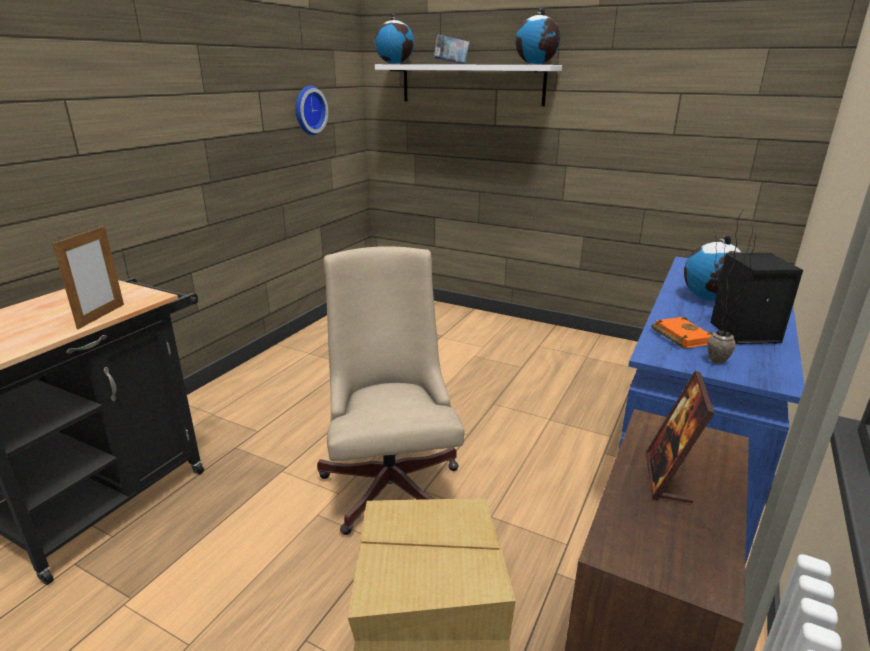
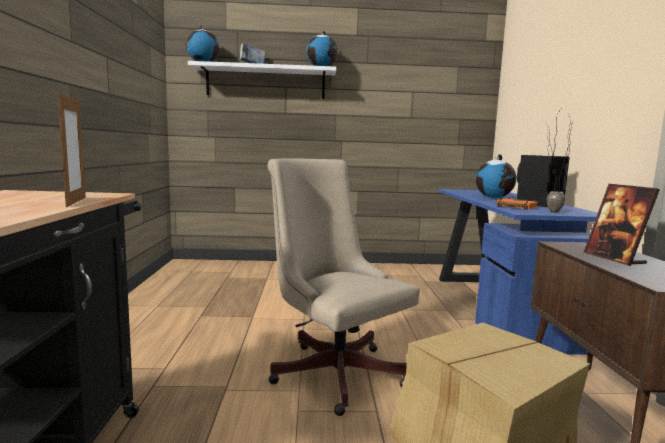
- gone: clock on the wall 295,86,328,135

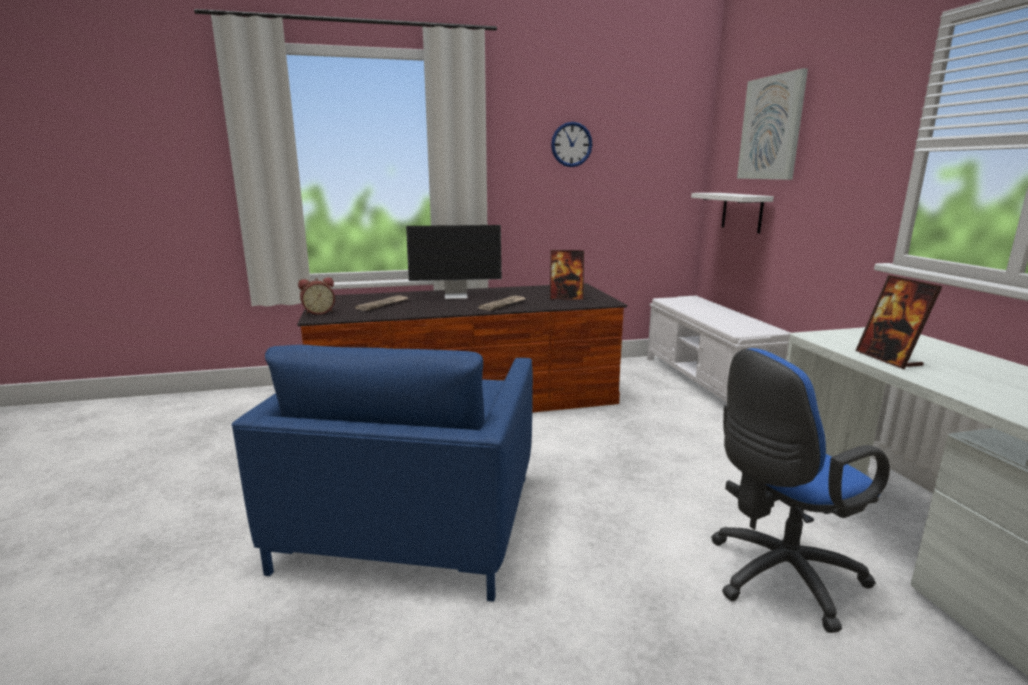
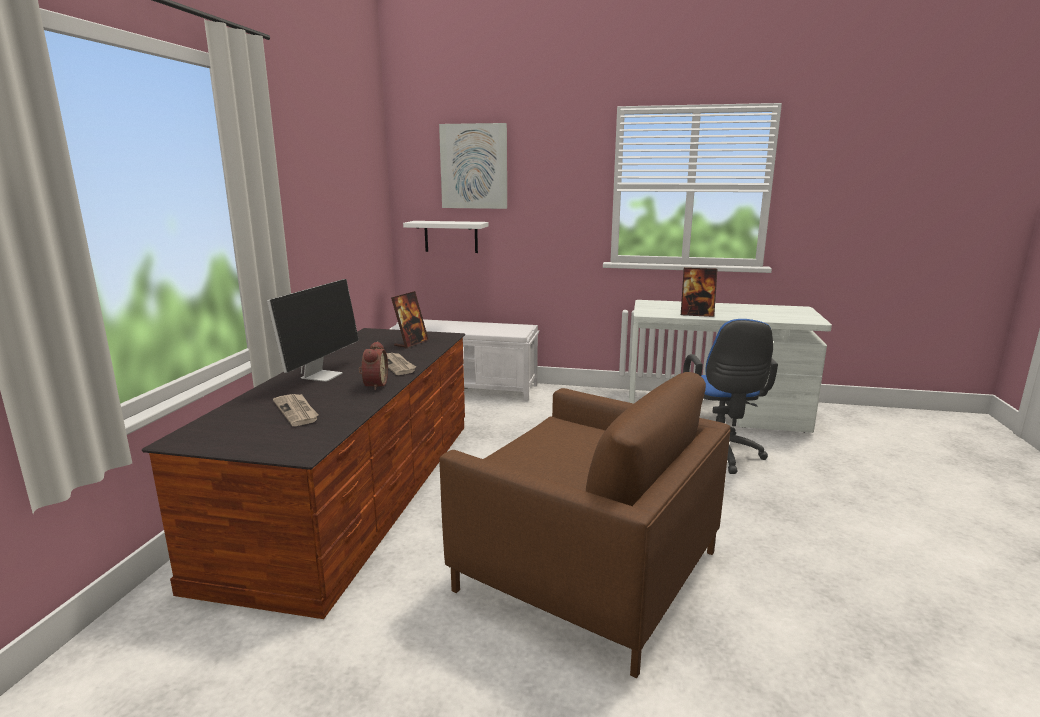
- repainted: armchair (blue-coloured) 232,345,533,602 to armchair (brown) 439,372,731,678
- shifted: table clock 298,277,335,315 to 359,341,388,390
- gone: clock on the wall 551,122,592,167

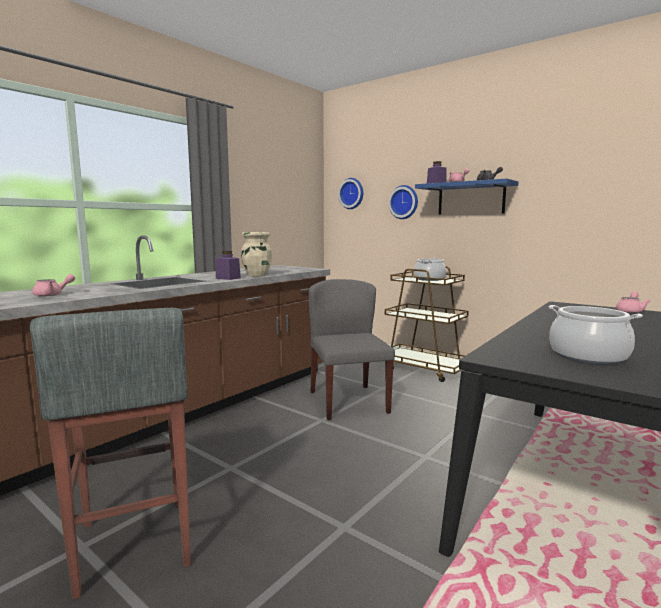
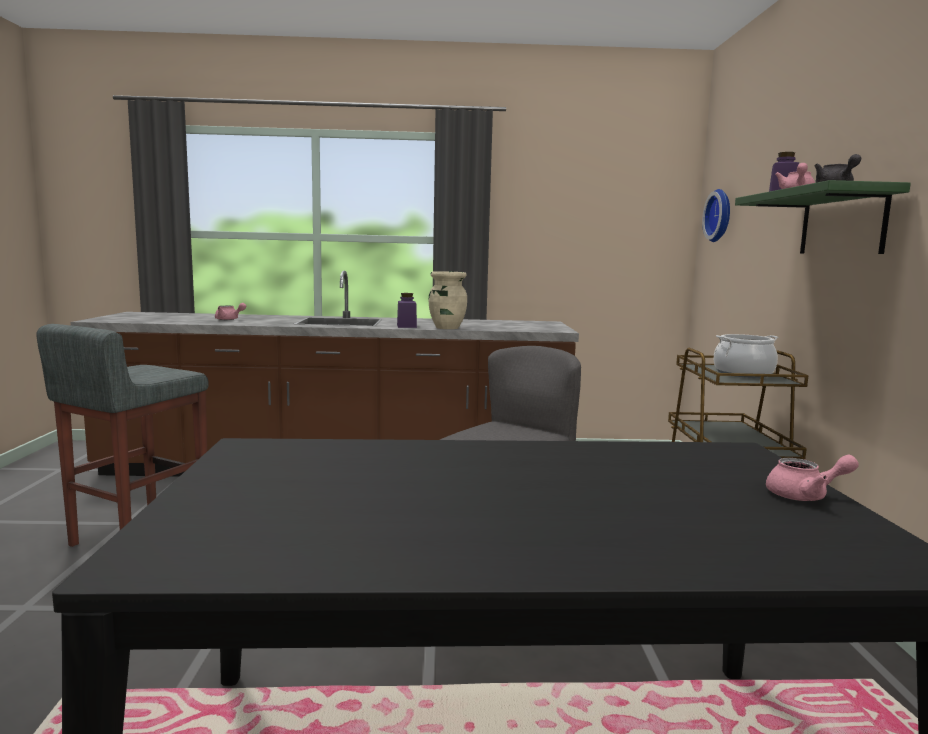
- gone: clock on the wall 388,185,418,219
- repainted: shelf (blue-coloured) 415,178,519,215 to shelf (greenish) 735,180,911,254
- gone: cooking pot 549,305,643,365

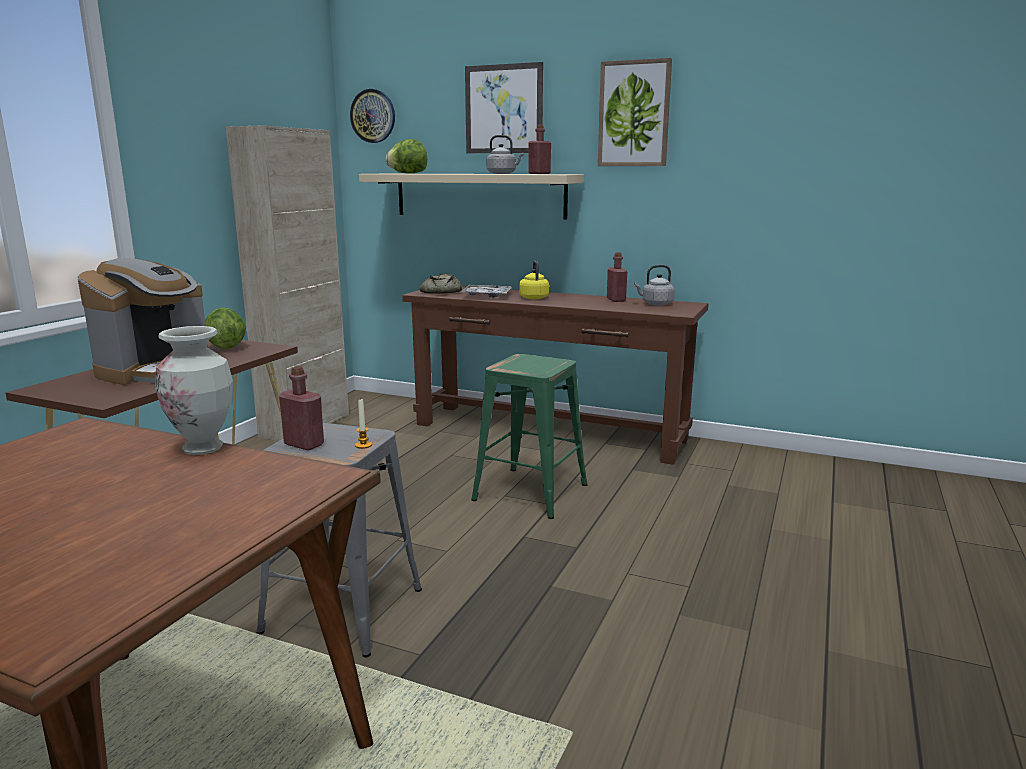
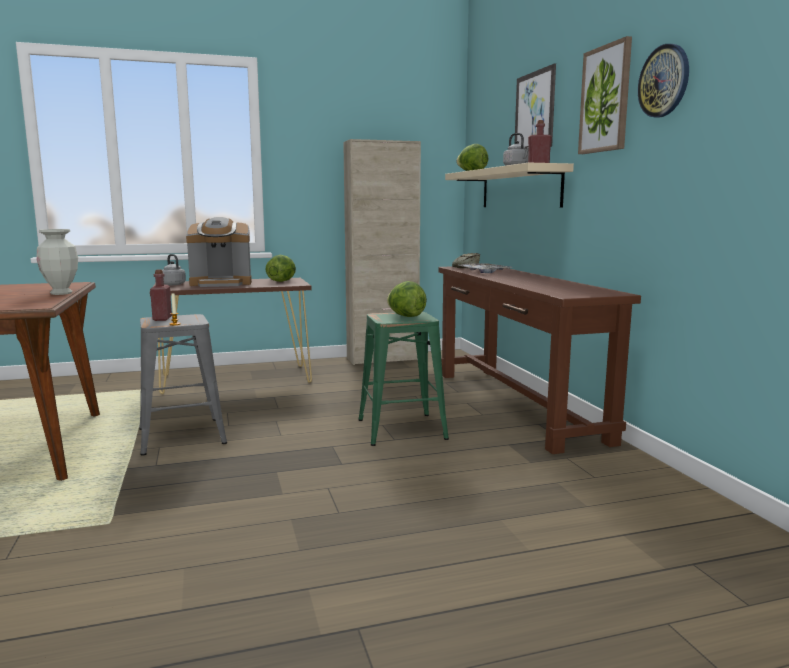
- shifted: clock on the wall 350,89,395,143 to 638,44,689,118
- gone: water kettle (yellow-coloured) 519,261,549,299
- gone: drink bottle (red) 607,252,627,302
- shifted: water kettle (greyish) 634,265,675,306 to 162,254,186,285
- new: head of lettuce 387,281,427,317

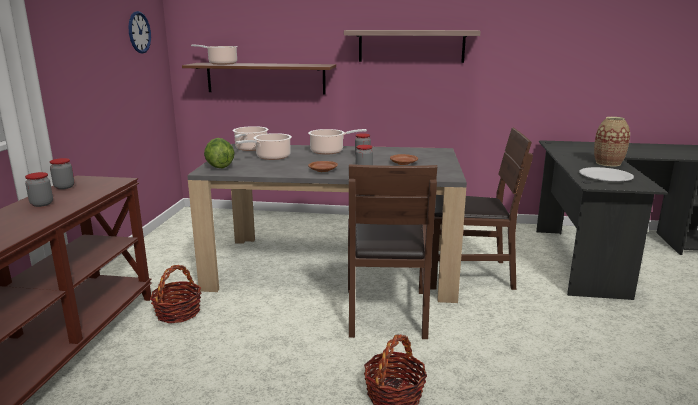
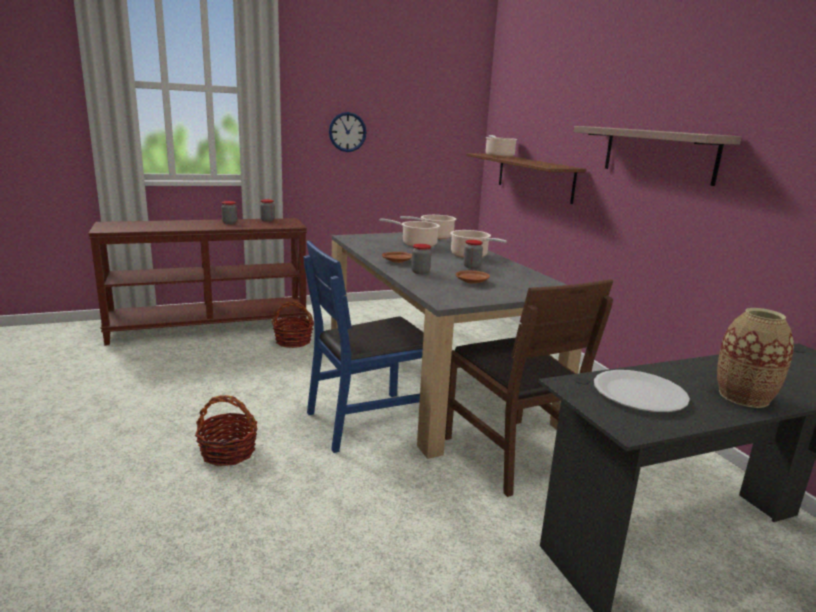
- shifted: clock on the wall 129,11,151,54 to 329,112,366,152
- gone: head of lettuce 204,138,235,169
- repainted: upright chair (brown) 348,164,437,339 to upright chair (blue-coloured) 304,241,424,453

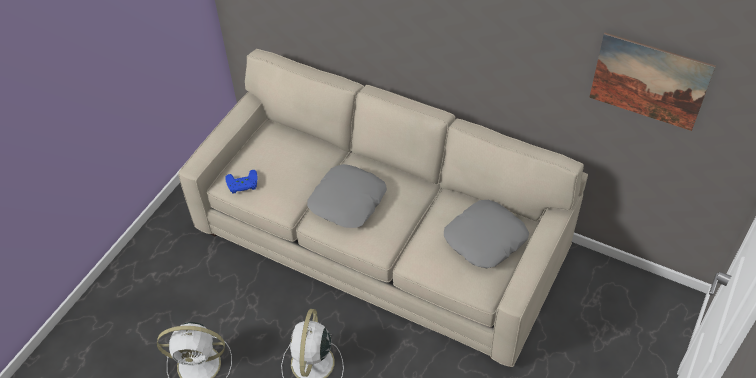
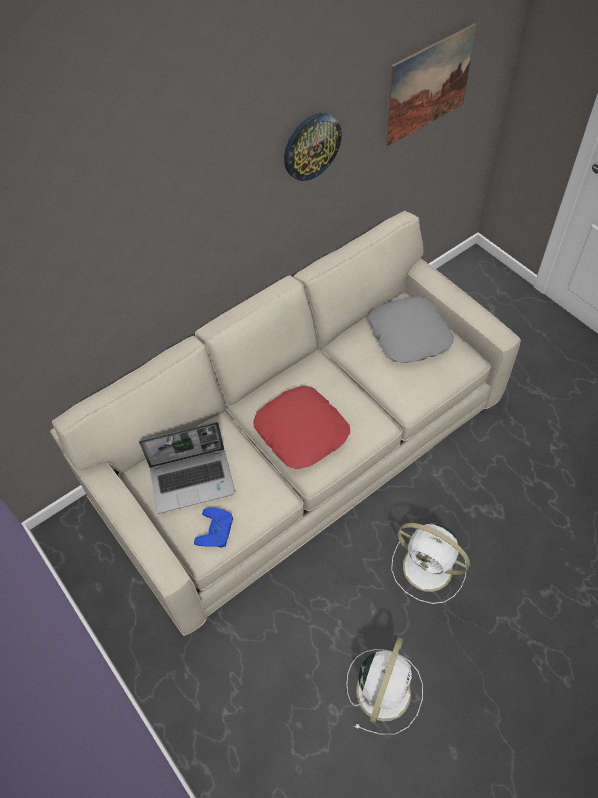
- repainted: throw pillow (greyish) 307,164,387,228 to throw pillow (red) 253,386,350,469
- new: notebook computer 139,422,235,513
- new: clock on the wall 284,113,342,181

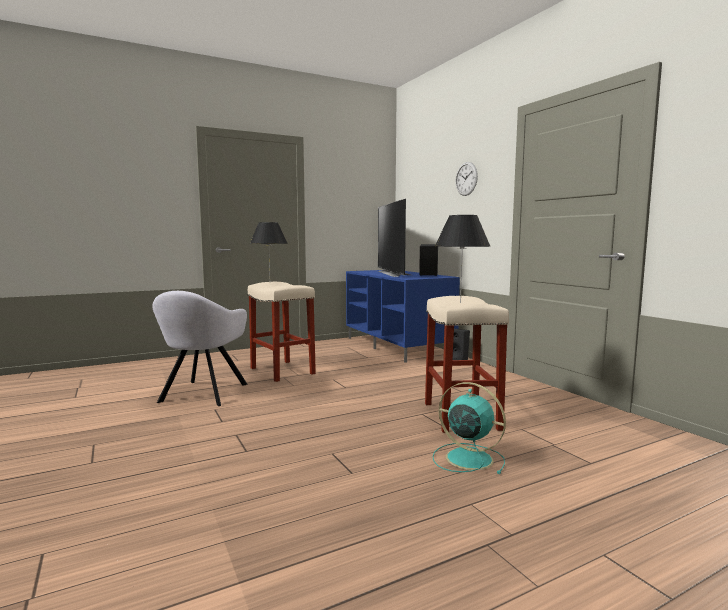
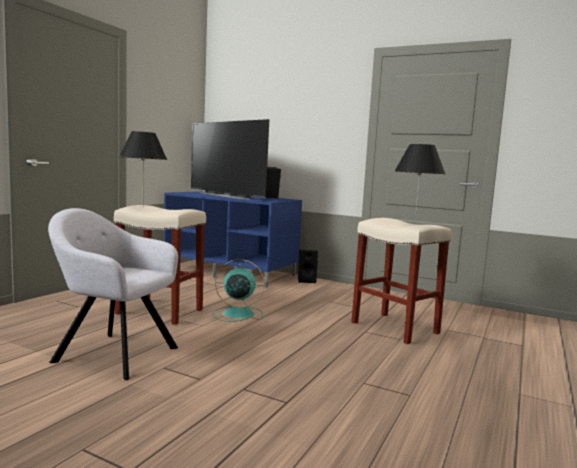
- rotated: armchair (greyish) 153,291,247,406 = 48,208,178,380 135 degrees clockwise
- shifted: fan (turquoise-coloured) 433,382,506,474 to 213,259,265,322
- gone: clock on the wall 456,162,478,196

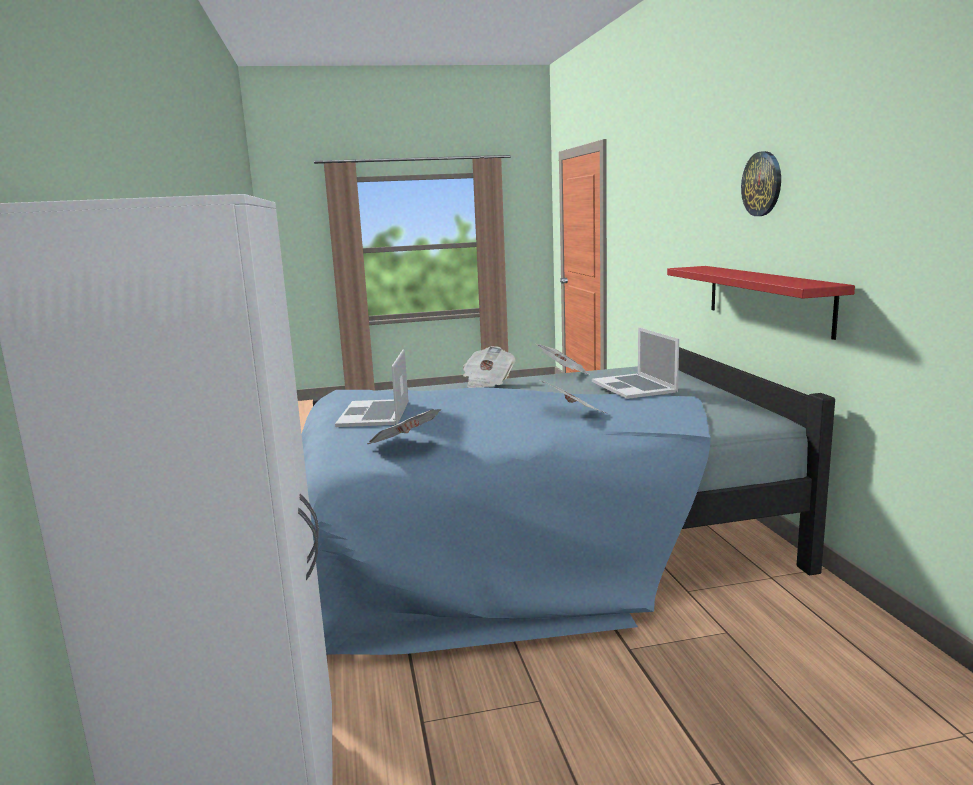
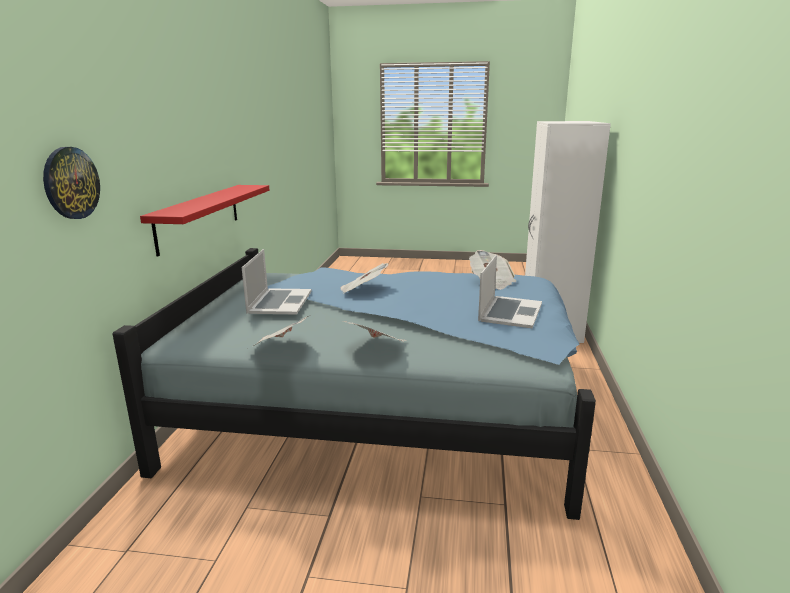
- shifted: clock on the wall 741,151,781,216 to 43,147,100,219

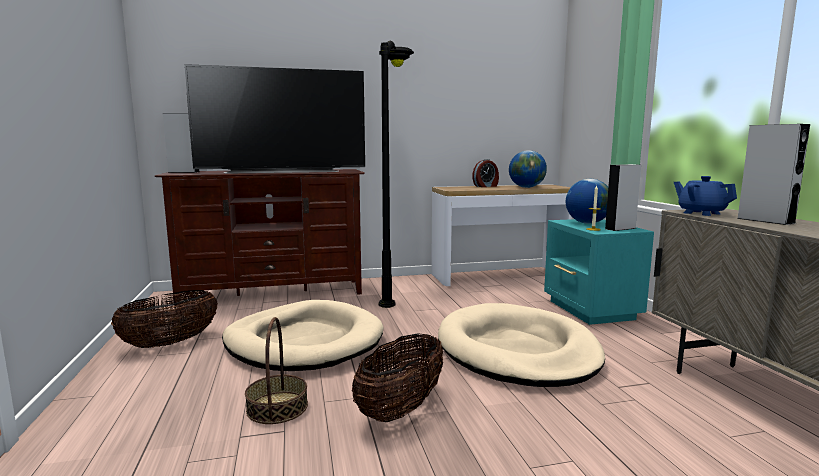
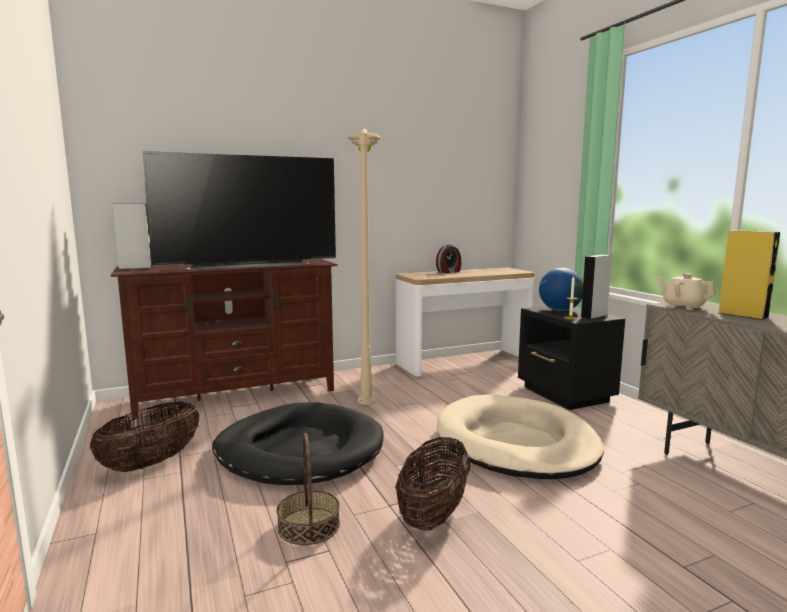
- repainted: pet bed (beige) 222,300,384,371 to pet bed (blackish) 212,402,384,485
- repainted: floor lamp (blackish) 379,41,414,308 to floor lamp (beige) 347,129,382,405
- gone: globe 509,150,547,188
- repainted: bedside table (turquoise-coloured) 544,219,654,325 to bedside table (blackish) 518,306,625,410
- repainted: teapot (blue-coloured) 674,176,737,216 to teapot (beige) 657,273,716,310
- repainted: loudspeaker (greyish) 737,124,810,225 to loudspeaker (yellow-coloured) 719,230,780,320

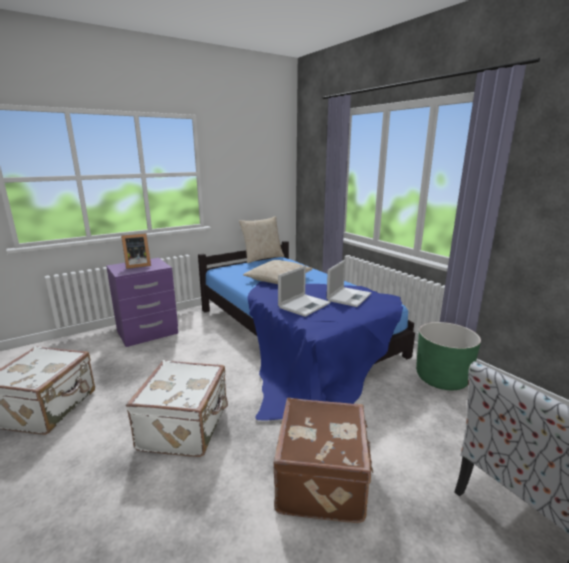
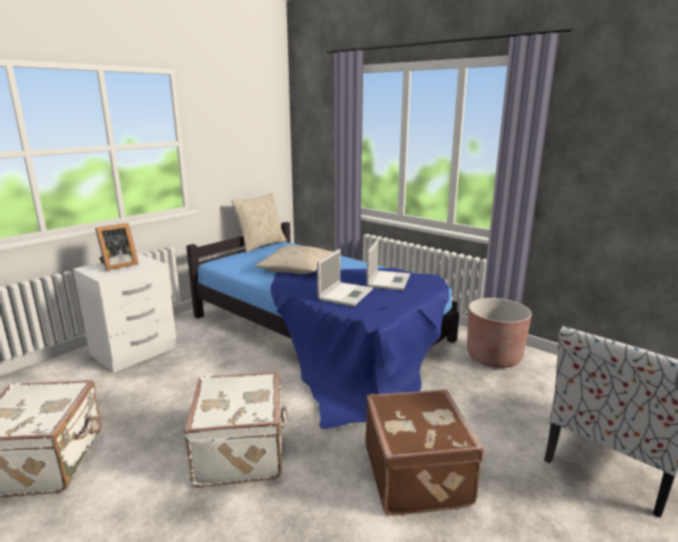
- repainted: bedside table (purplish) 106,258,178,347 to bedside table (white-coloured) 73,253,176,373
- repainted: plant pot (greenish) 416,322,481,390 to plant pot (brown) 467,298,532,368

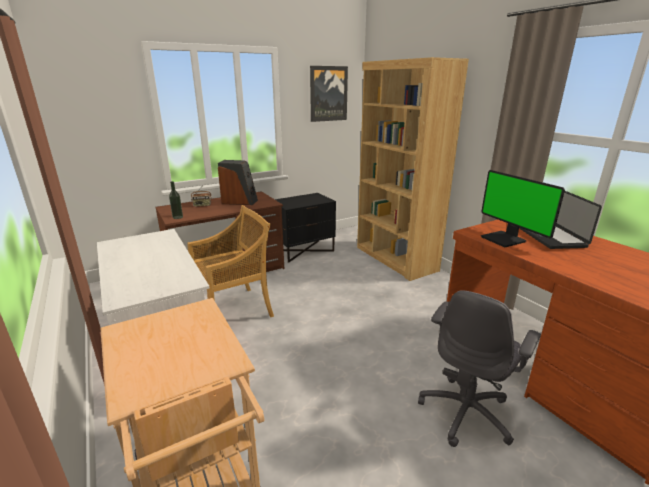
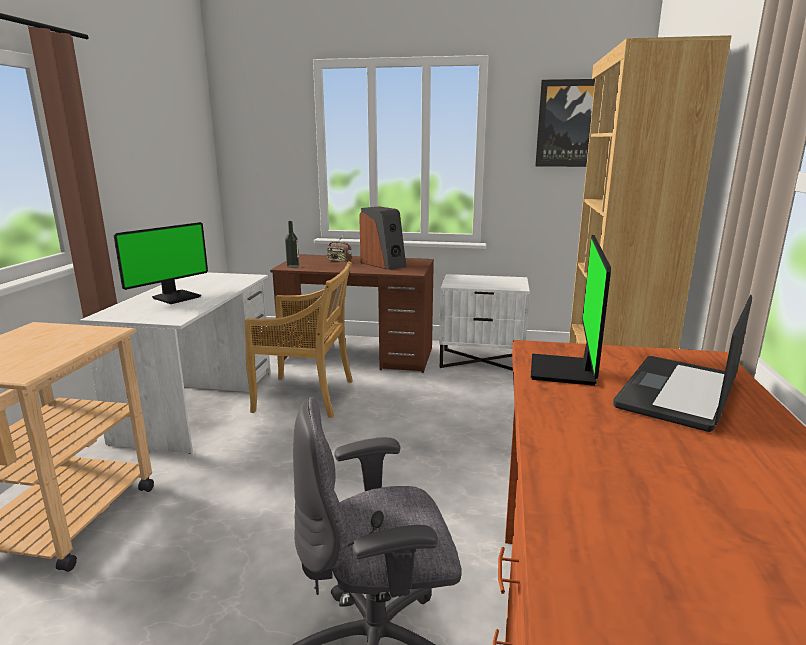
- repainted: bedside table (blackish) 275,193,336,263 to bedside table (white-coloured) 439,274,530,371
- new: computer screen 113,222,208,304

